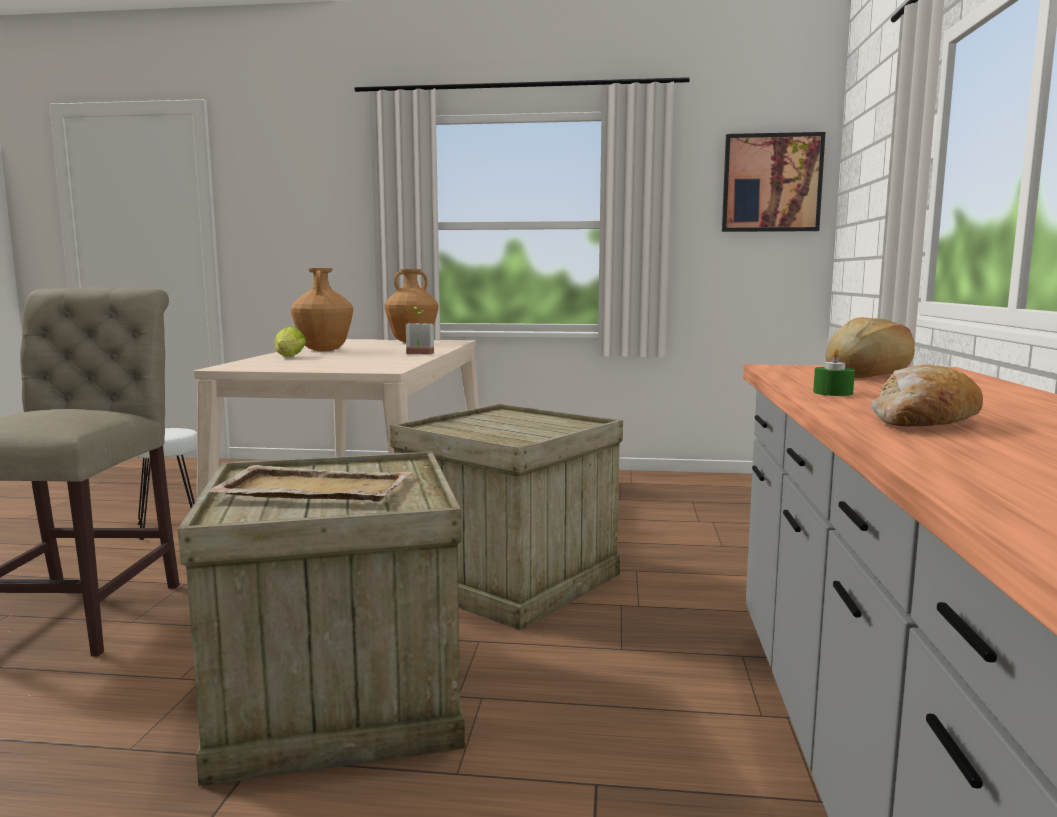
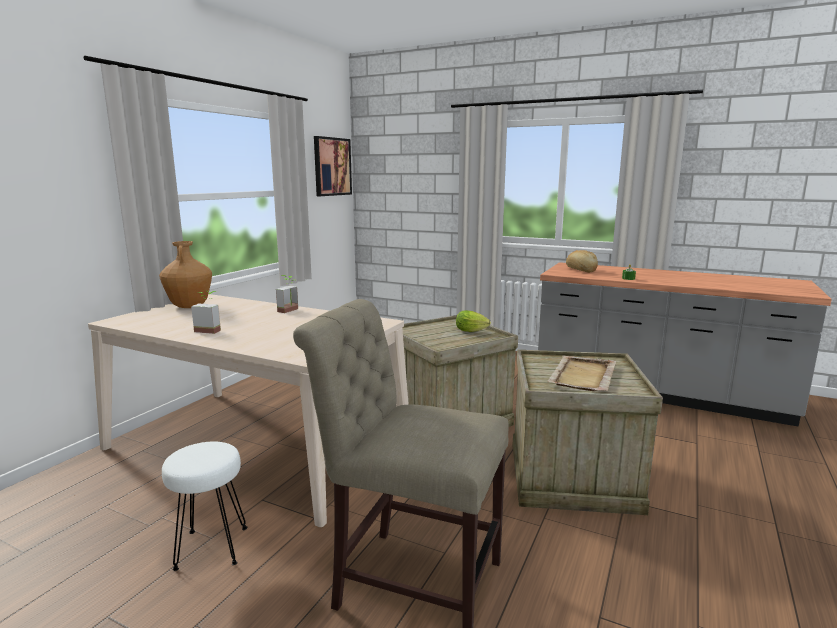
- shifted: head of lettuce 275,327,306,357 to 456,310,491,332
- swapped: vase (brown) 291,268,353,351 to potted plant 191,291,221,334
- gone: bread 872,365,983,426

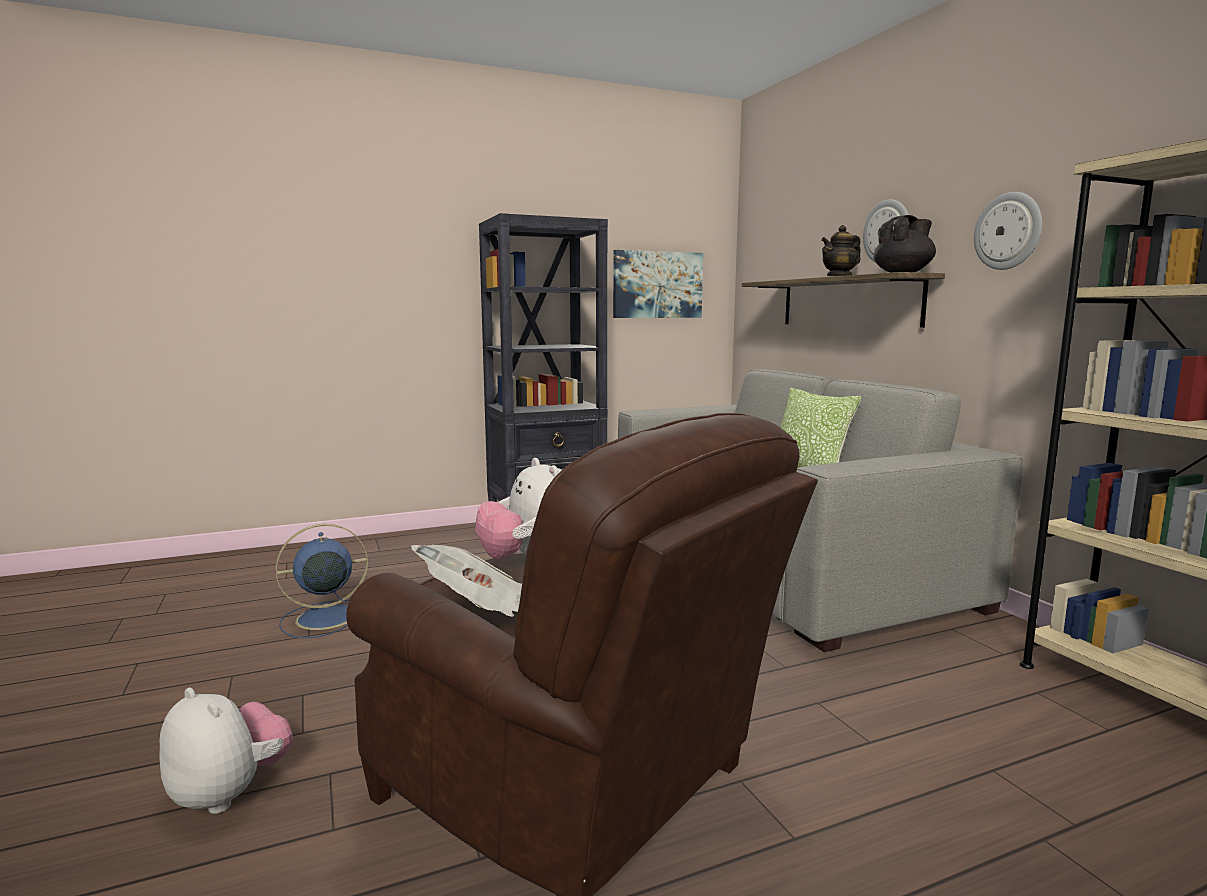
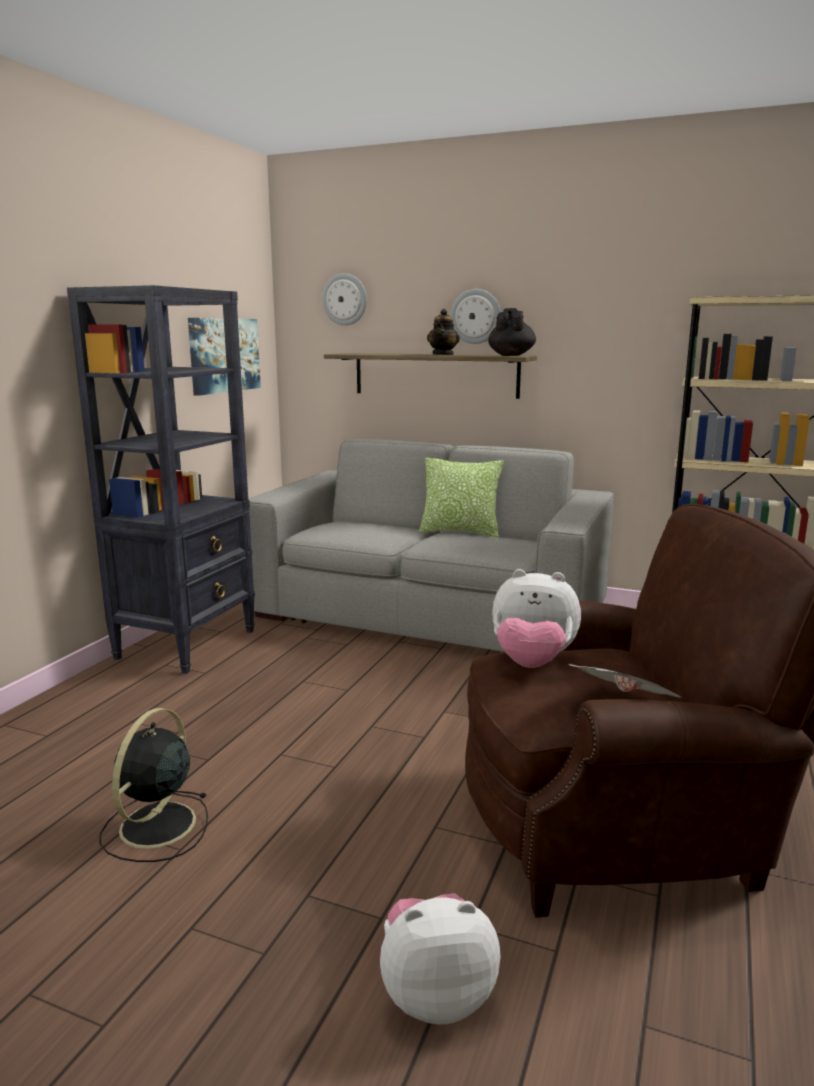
- repainted: fan (blue-coloured) 275,524,368,639 to fan (blackish) 100,708,208,862
- shifted: clock on the wall 974,192,1042,270 to 322,273,367,326

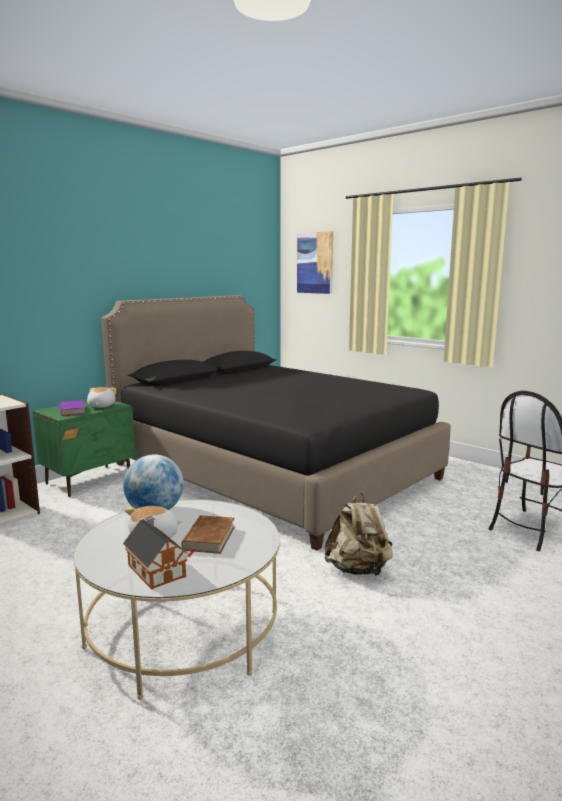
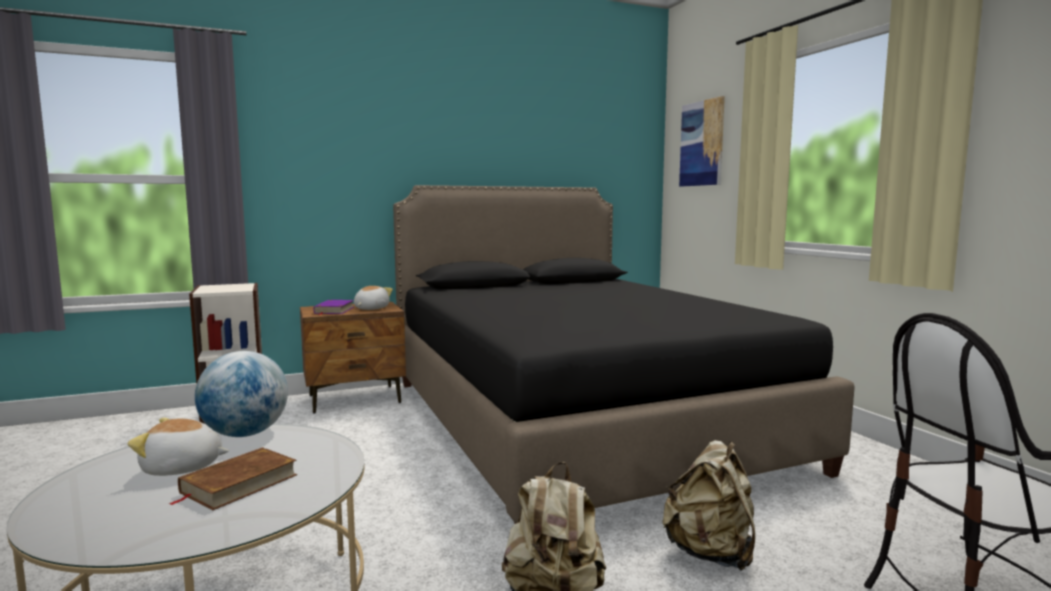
- repainted: bedside table (greenish) 33,401,136,497 to bedside table (brown) 300,302,406,413
- gone: miniature house 123,516,189,590
- new: backpack (beige) 662,440,755,570

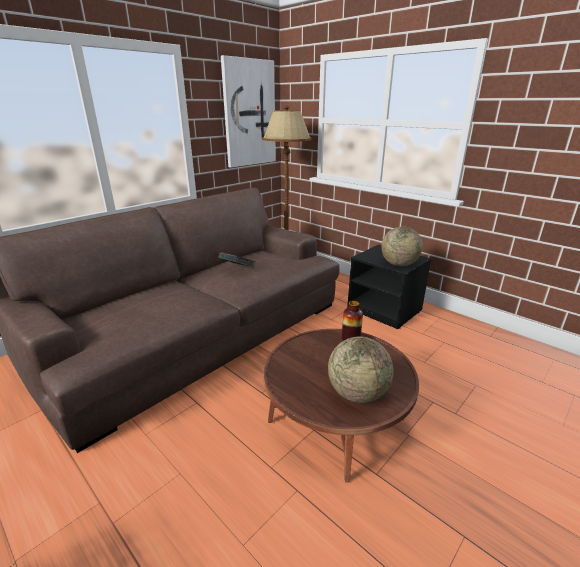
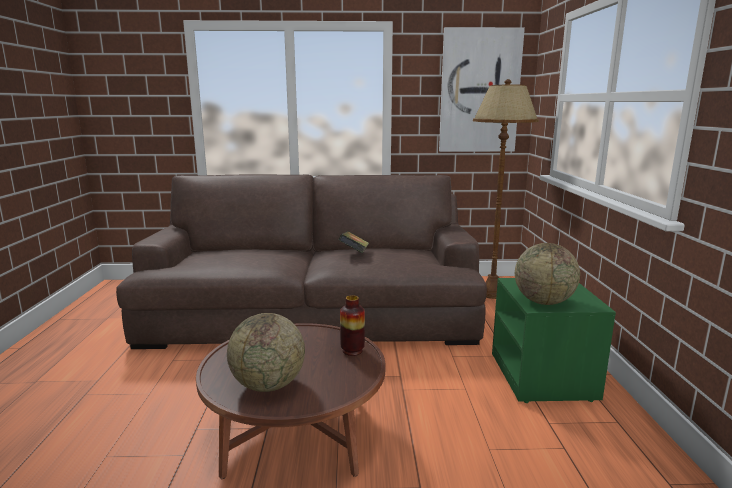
- repainted: bedside table (blackish) 347,245,431,329 to bedside table (greenish) 492,278,616,403

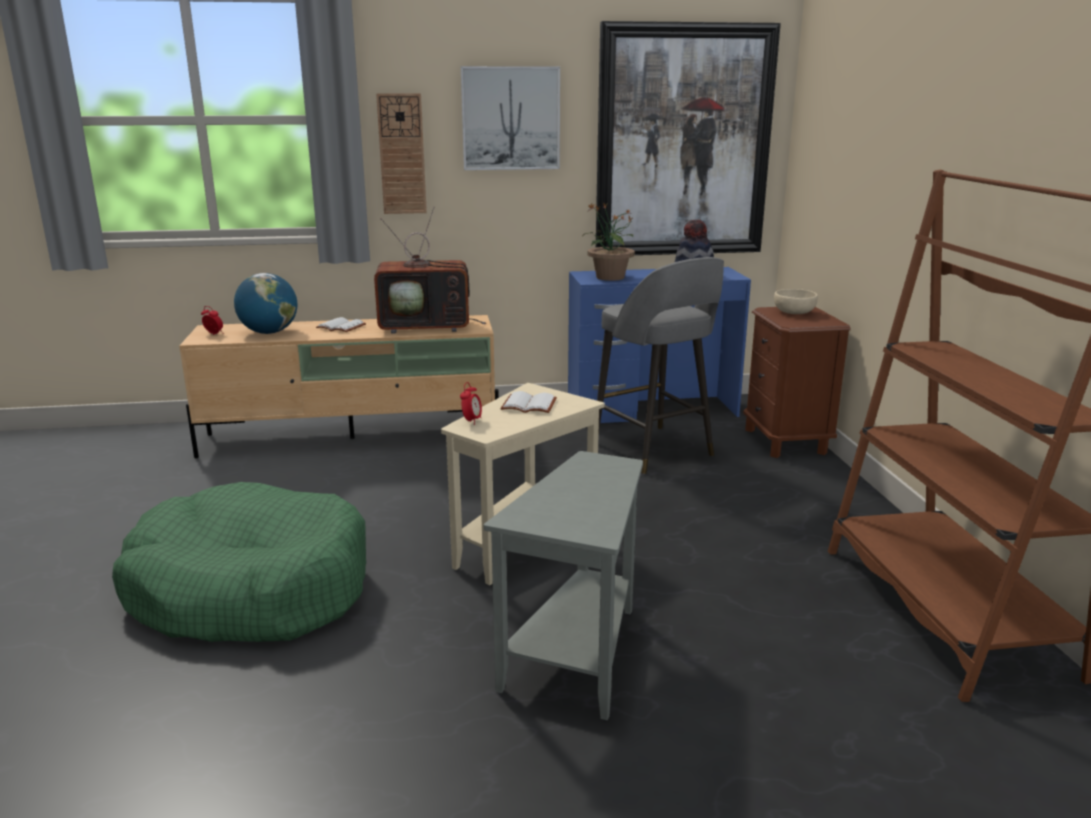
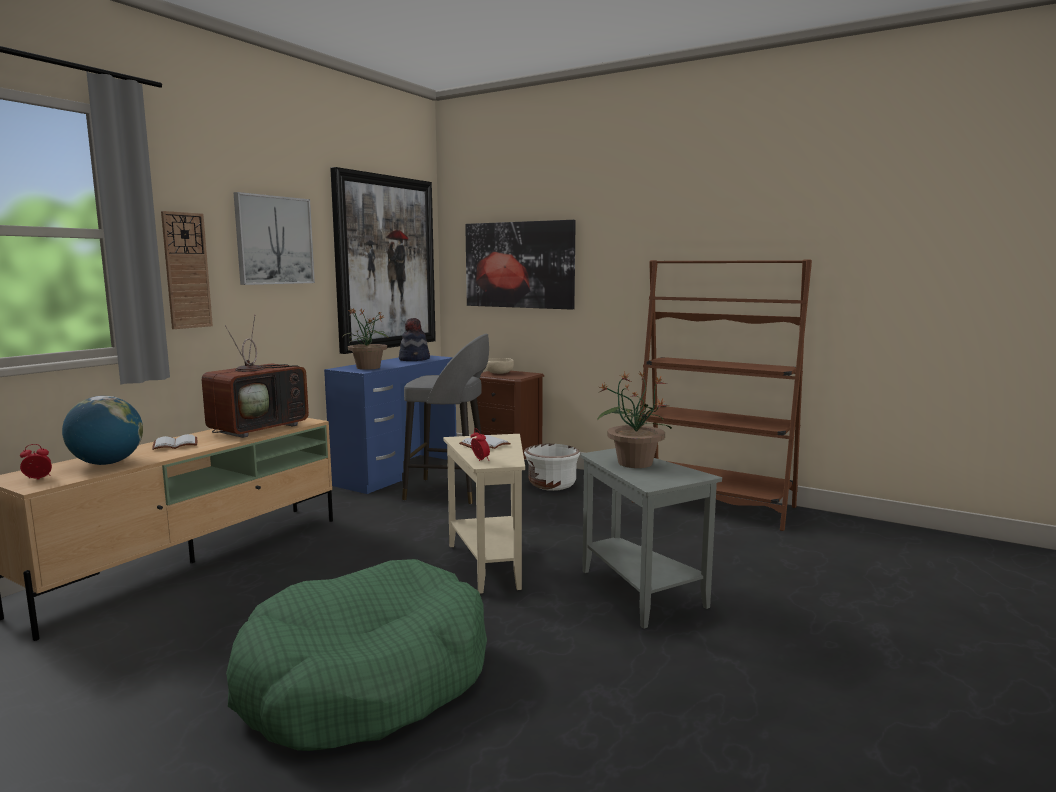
- new: picture 465,220,576,310
- new: plant pot (white-coloured) 524,444,580,491
- new: potted plant 597,371,672,468

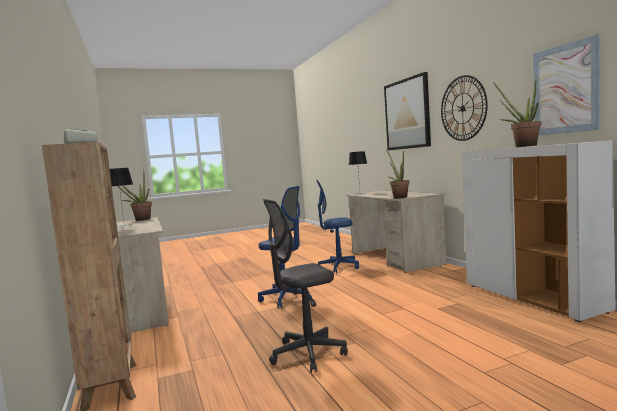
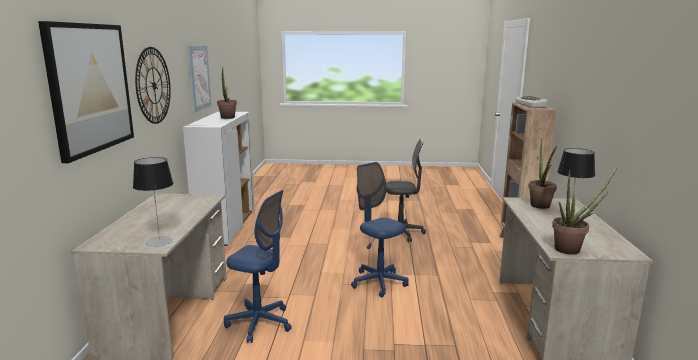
- shifted: potted plant 386,148,410,198 to 528,139,557,209

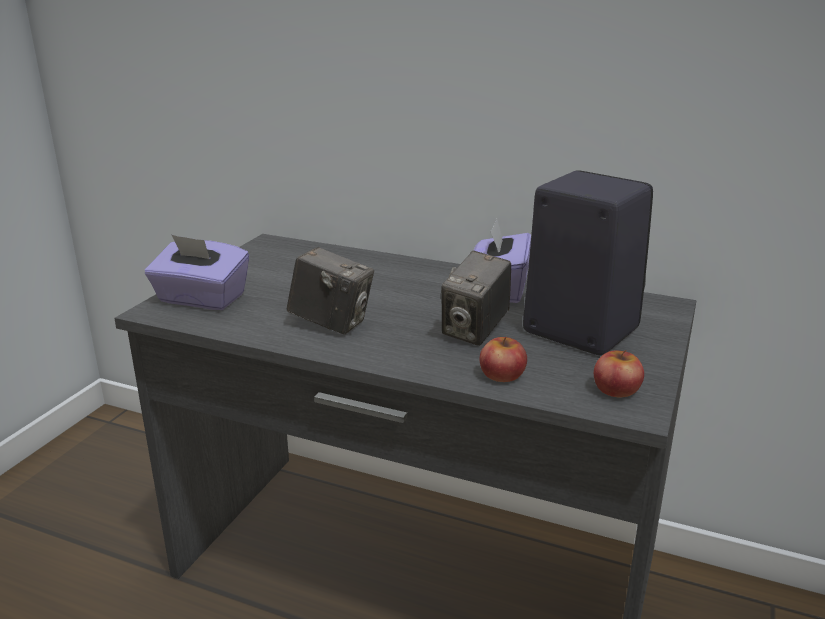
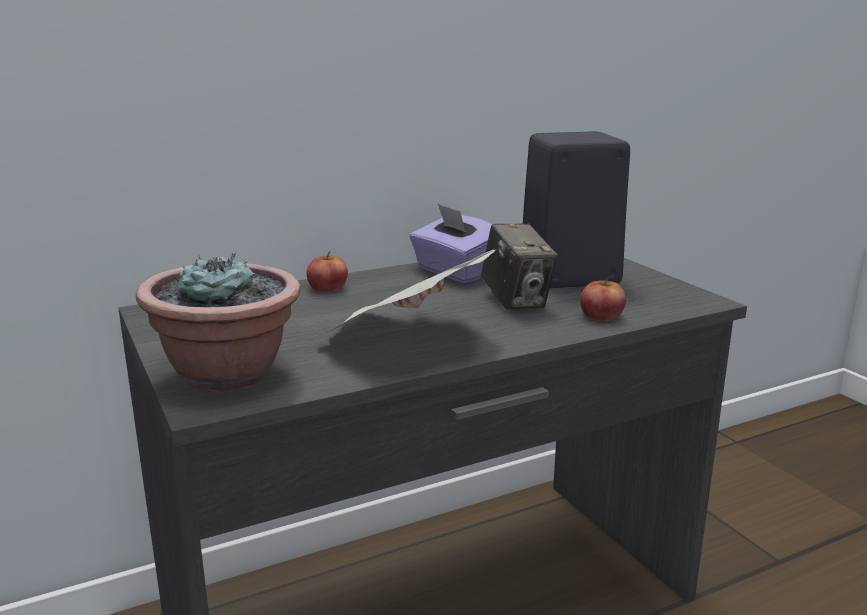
- swapped: tissue holder (purplish) 145,234,249,310 to potted plant 136,253,301,393
- swapped: still camera 287,247,374,334 to newspaper 316,249,497,337
- shifted: whole apple 594,350,644,397 to 307,251,348,292

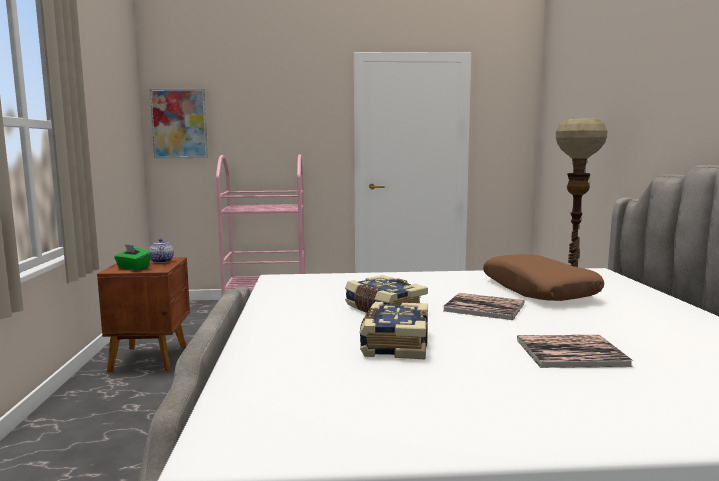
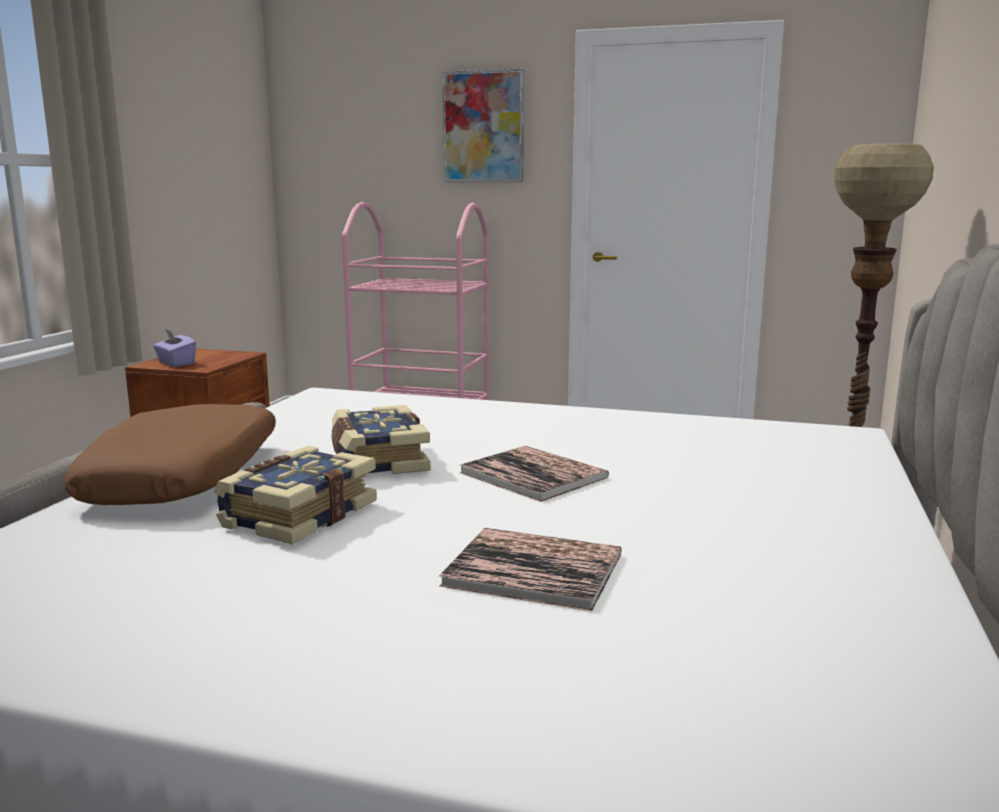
- repainted: tissue holder (greenish) 114,244,151,271 to tissue holder (purplish) 153,329,196,367
- gone: teapot 149,238,174,263
- shifted: picture 150,89,208,158 to 442,69,524,182
- shifted: throw pillow (brown) 483,254,604,301 to 64,404,276,505

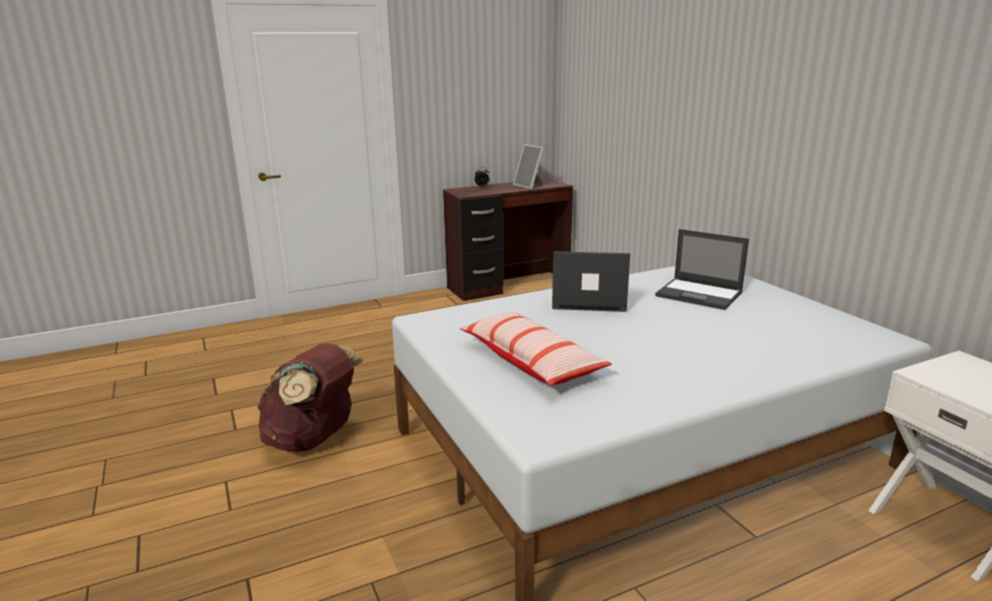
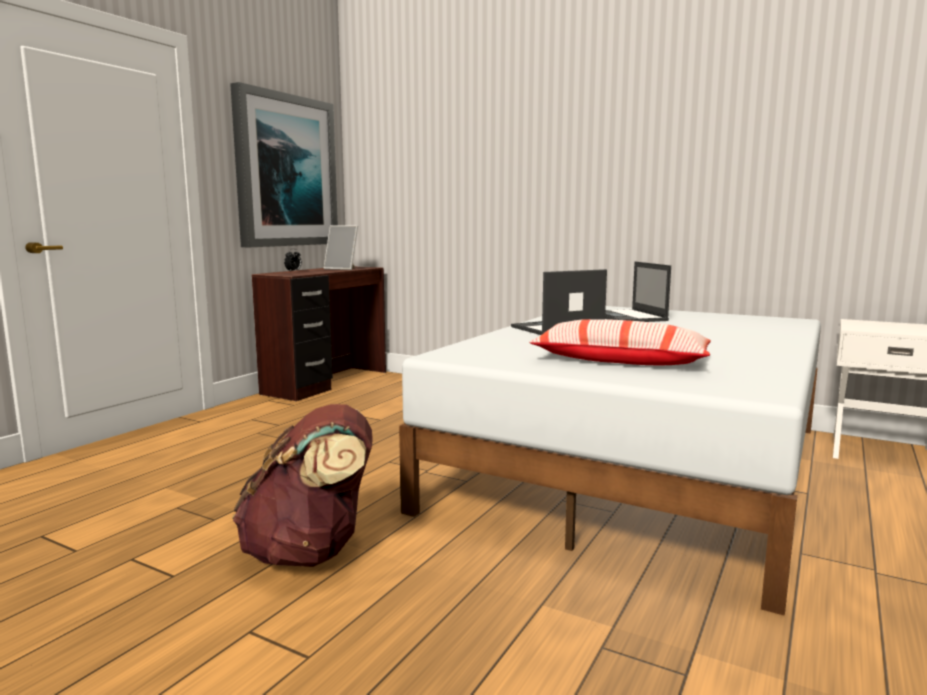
- rotated: notebook computer 655,229,749,310 = 605,262,671,322 75 degrees clockwise
- new: picture 230,82,338,247

